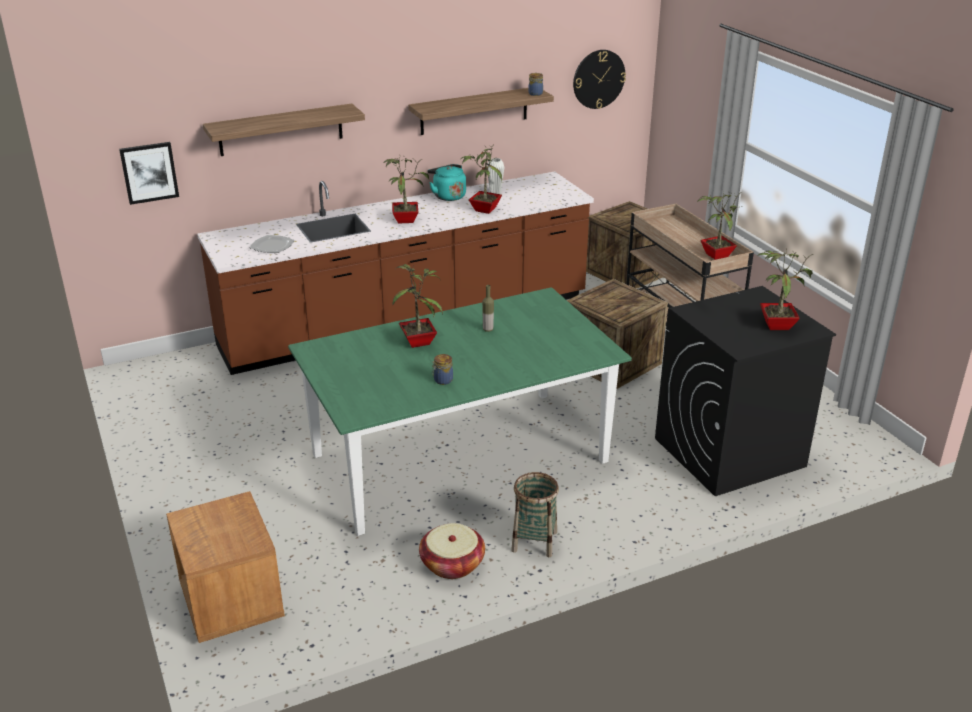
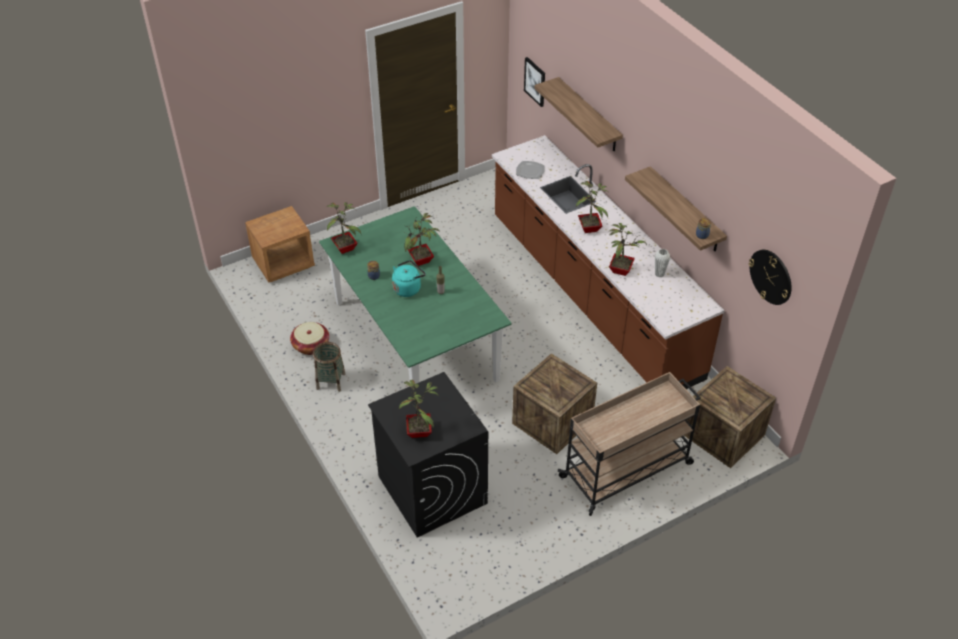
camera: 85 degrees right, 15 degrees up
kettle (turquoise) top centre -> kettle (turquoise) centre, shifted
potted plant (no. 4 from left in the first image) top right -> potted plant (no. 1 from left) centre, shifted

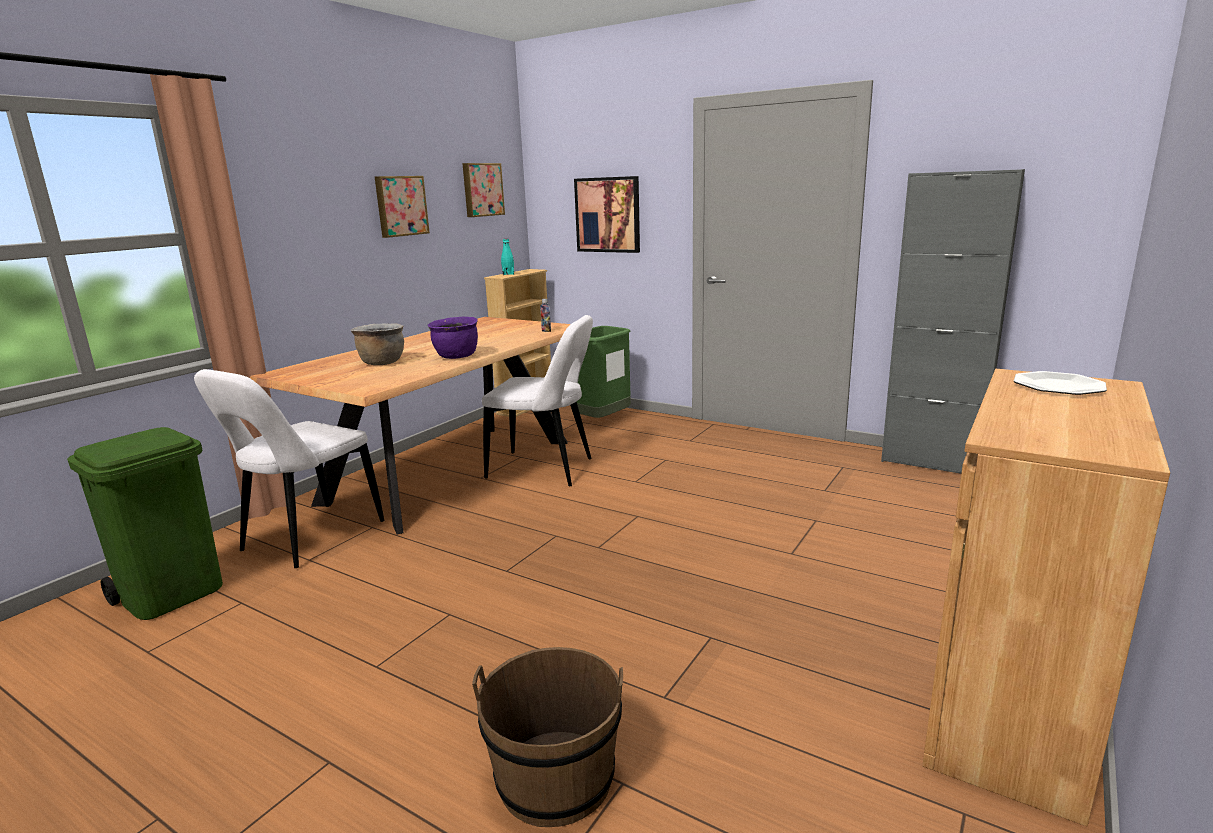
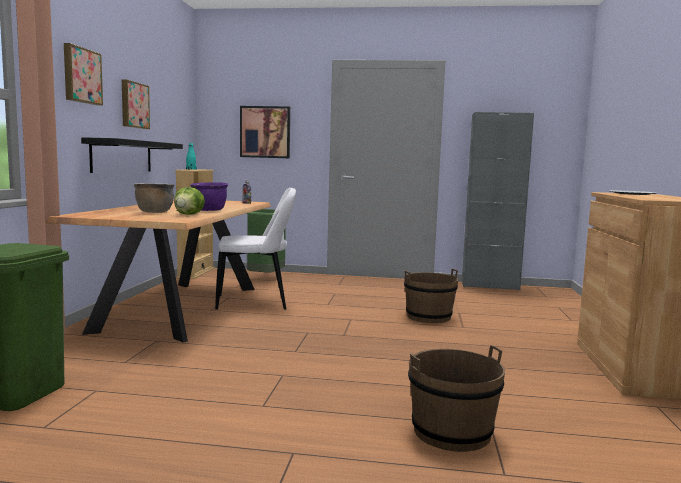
camera: 25 degrees left, 10 degrees down
chair (white) (no. 1 from left) middle left -> none
picture (no. 2 from left in the first image) top centre -> picture (no. 1 from left) top left, shifted
none -> shelf (black) top left
none -> lettuce middle left
none -> bucket (brown) (no. 1 from left) centre

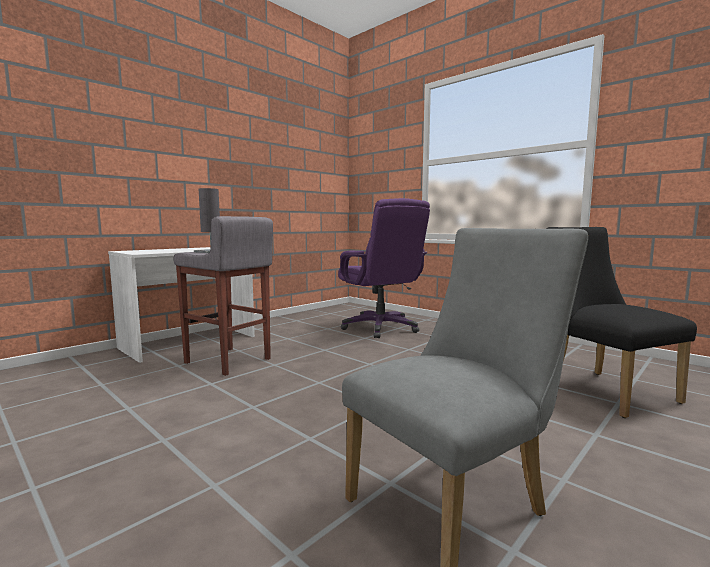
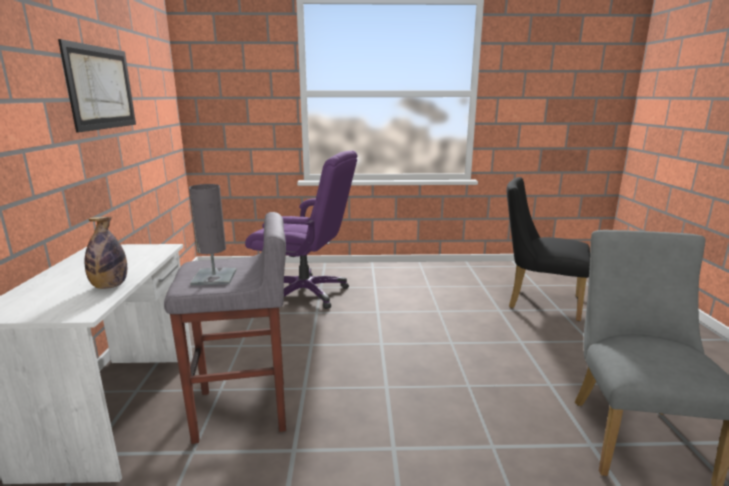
camera: 45 degrees left, 10 degrees up
none -> picture top left
none -> bottle middle left

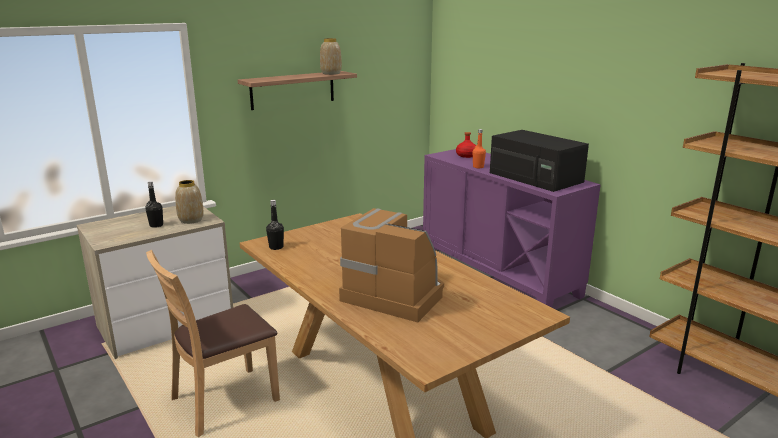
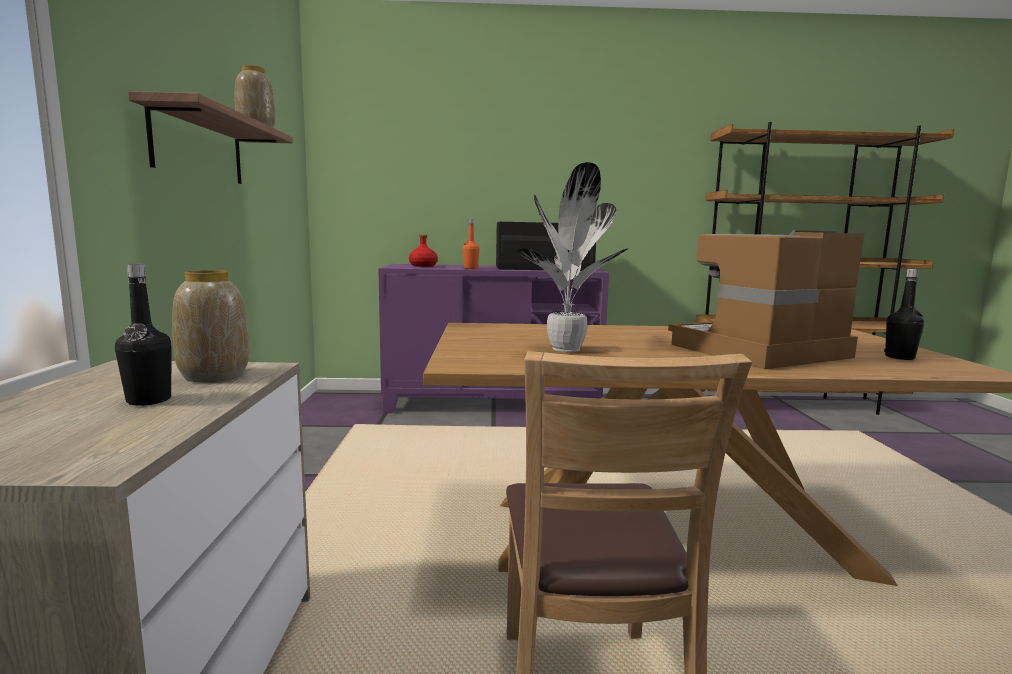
camera: 55 degrees left, 10 degrees down
bottle (black) (no. 2 from left) centre -> bottle (black) (no. 2 from left) middle right, shifted
none -> potted plant centre

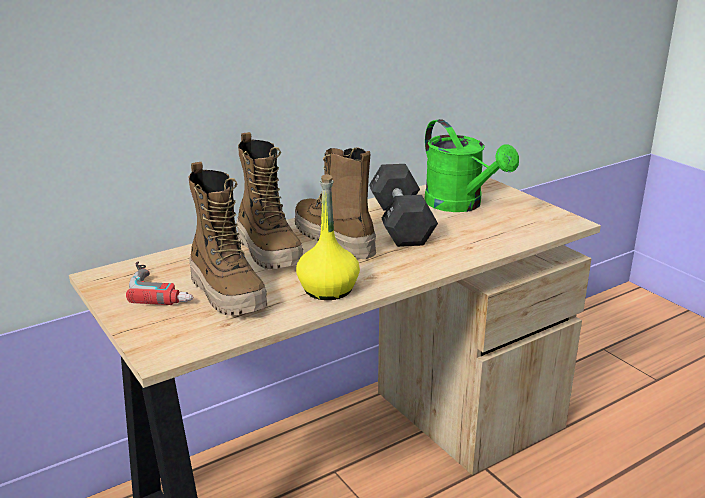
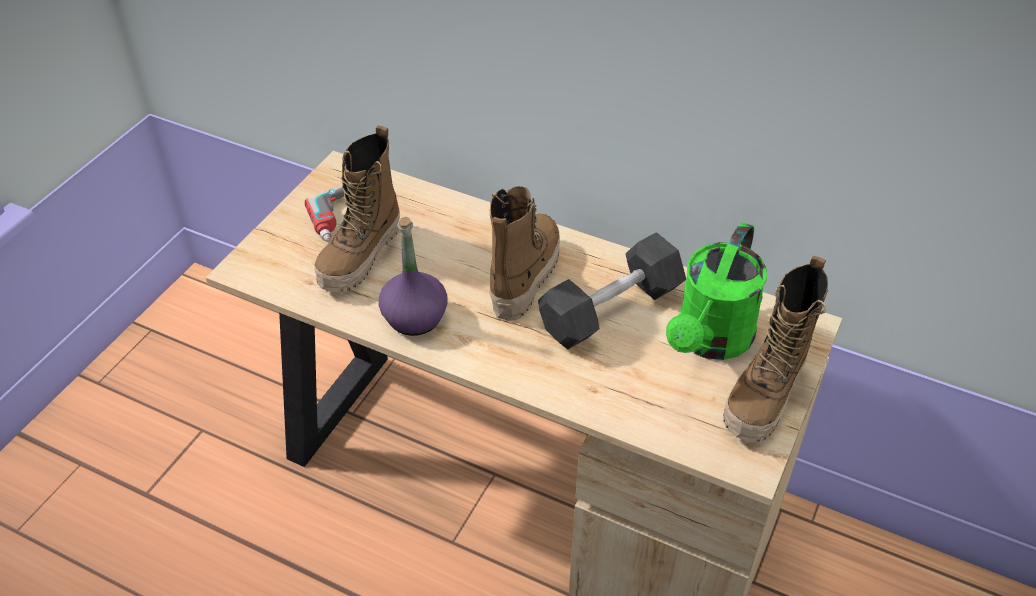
camera: 60 degrees right, 20 degrees up
boot (no. 2 from left in the first image) centre -> boot (no. 3 from left) middle right, shifted
bottle (yellow) centre -> bottle (purple) centre

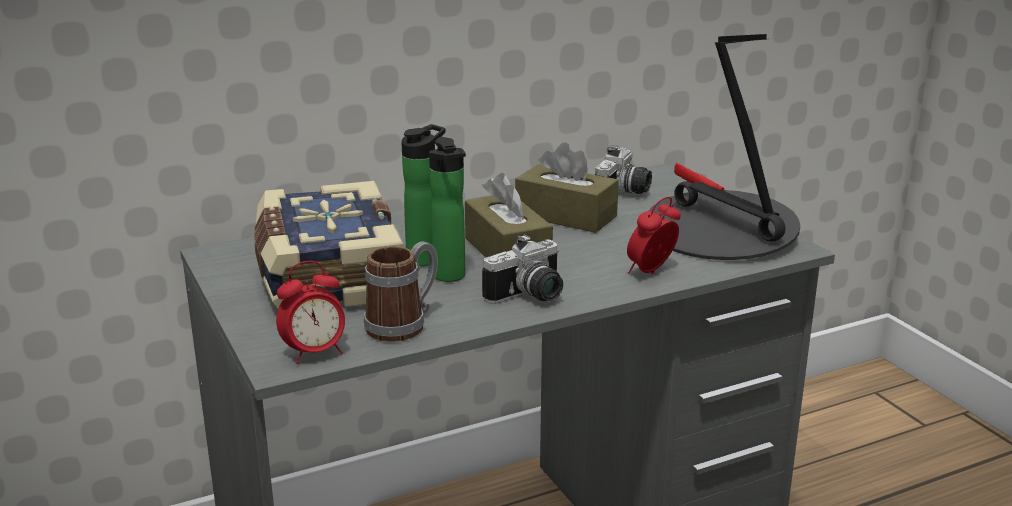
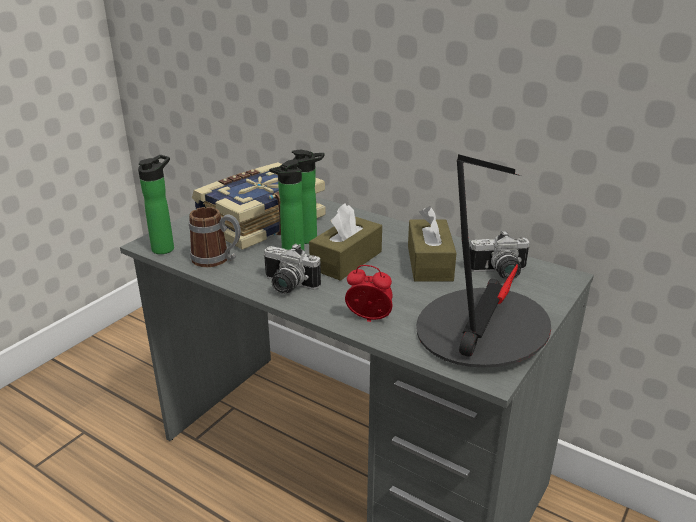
camera: 60 degrees right, 5 degrees up
alarm clock (no. 1 from left) middle left -> bottle (no. 1 from left) middle left

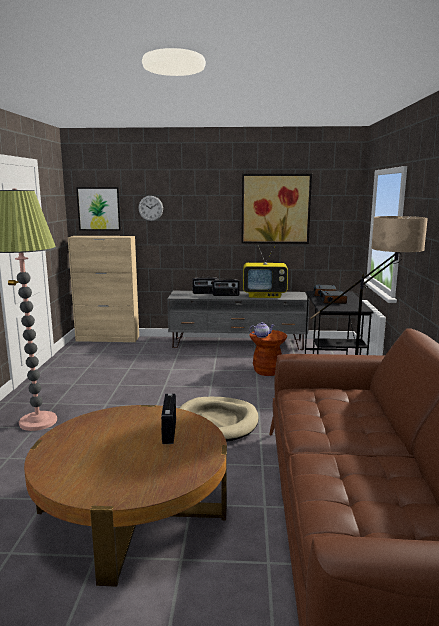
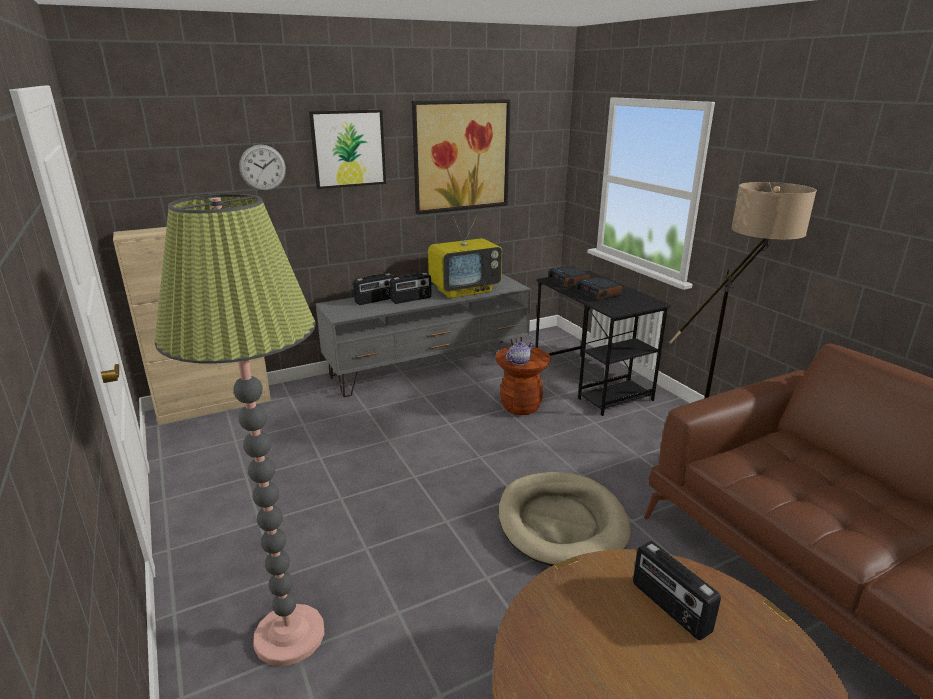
camera: 30 degrees left, 10 degrees up
picture (no. 1 from left) middle left -> picture (no. 1 from left) top centre, shifted

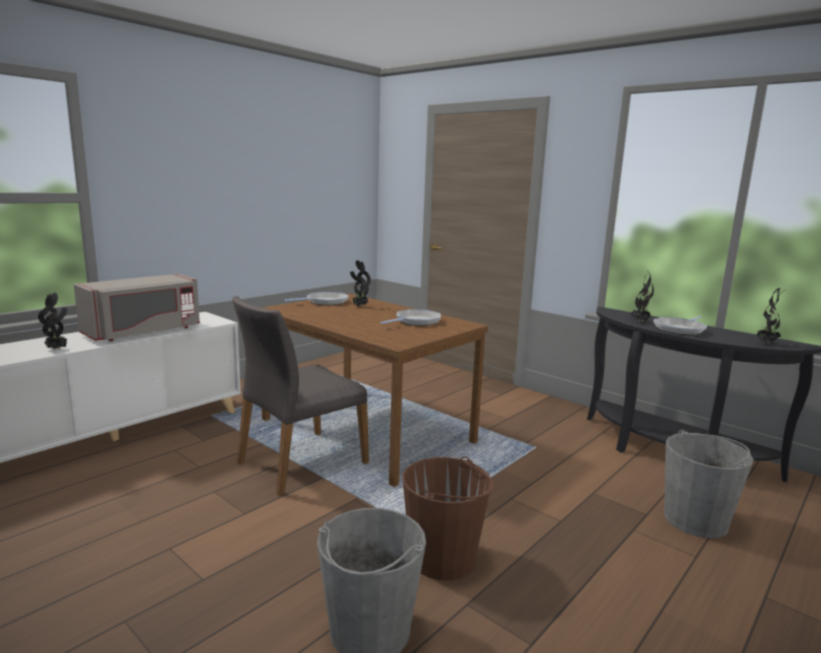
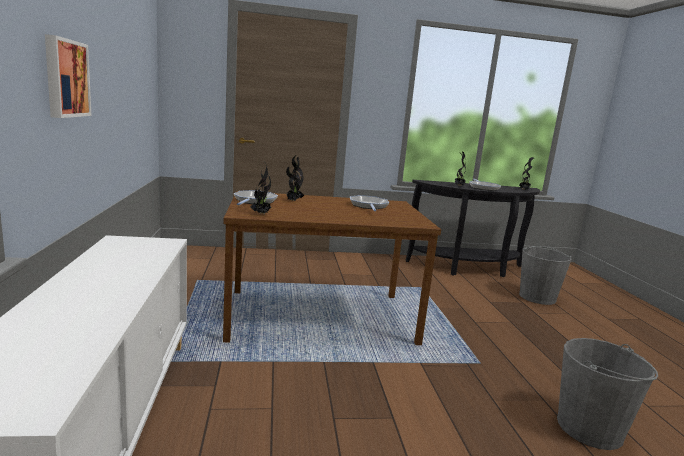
camera: 50 degrees left, 0 degrees up
potted plant (no. 1 from left) middle left -> potted plant (no. 1 from left) centre, shifted
microwave (grey) middle left -> none
chair (grey) centre -> none
bucket (brown) bottom centre -> none
none -> picture top left

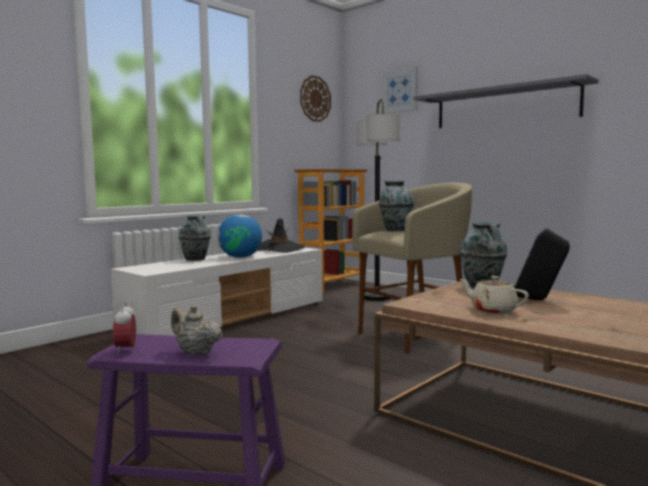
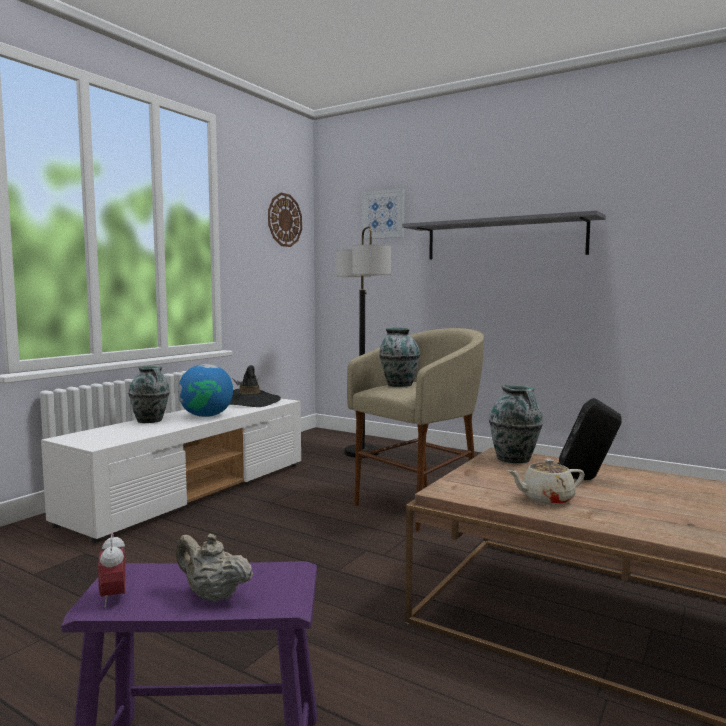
camera: 10 degrees left, 0 degrees up
bookcase centre -> none
teapot (beige) (no. 2 from left) middle right, 45 degrees counterclockwise

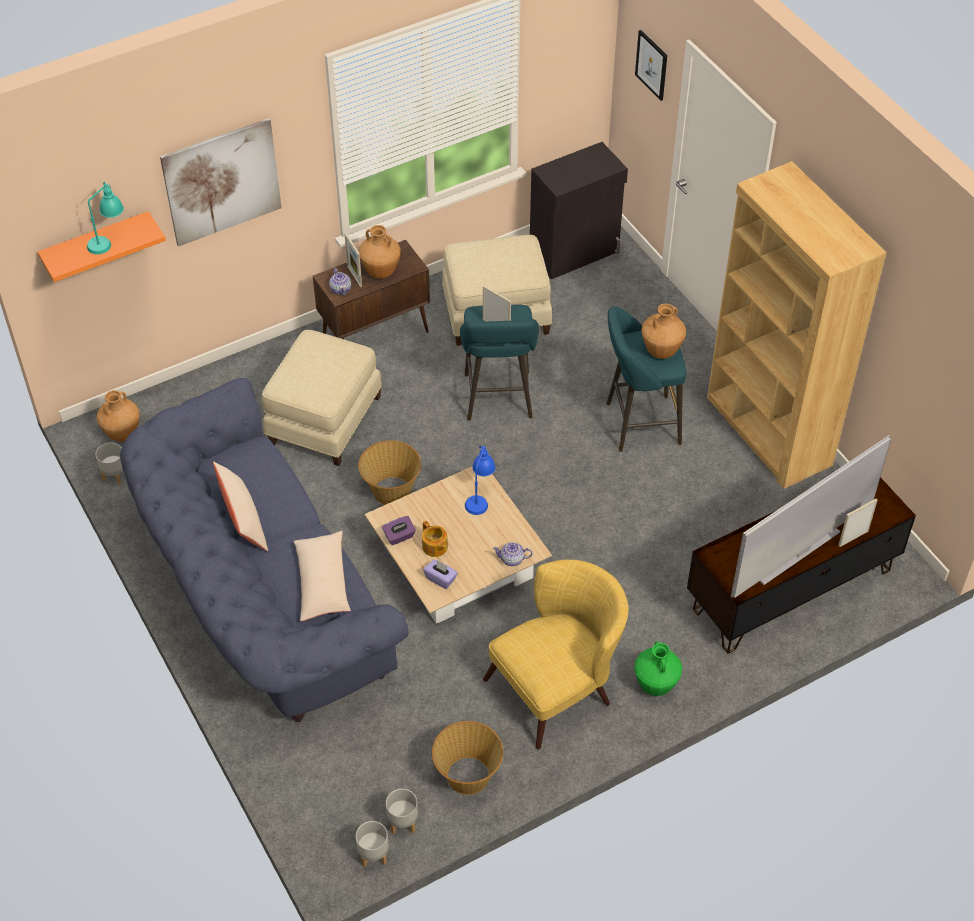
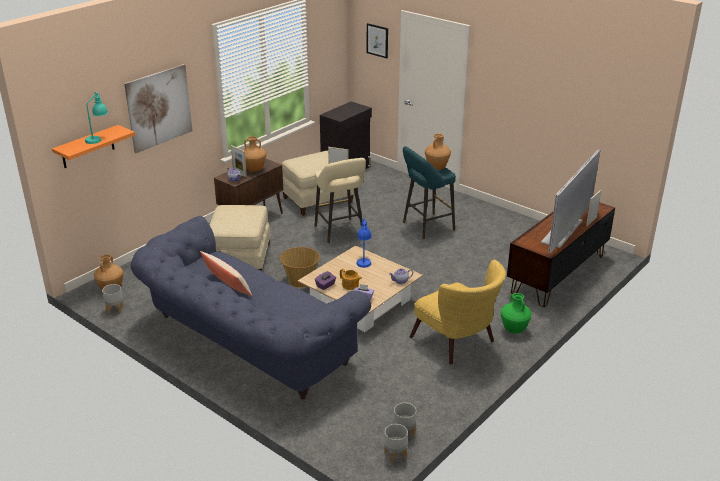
camera: 20 degrees left, 20 degrees down
pillow (beige) (no. 2 from left) middle left -> none
basket (no. 2 from left) bottom centre -> none
stool (turquoise) (no. 1 from left) centre -> stool (beige) centre
armchair (yellow) bottom centre -> armchair (yellow) centre, 105 degrees clockwise
bookcase (brown) middle right -> none

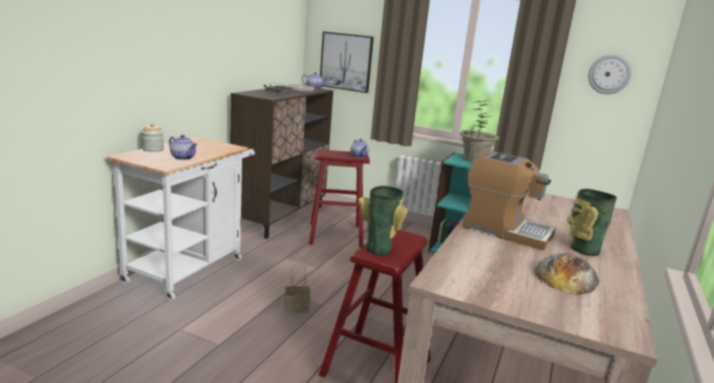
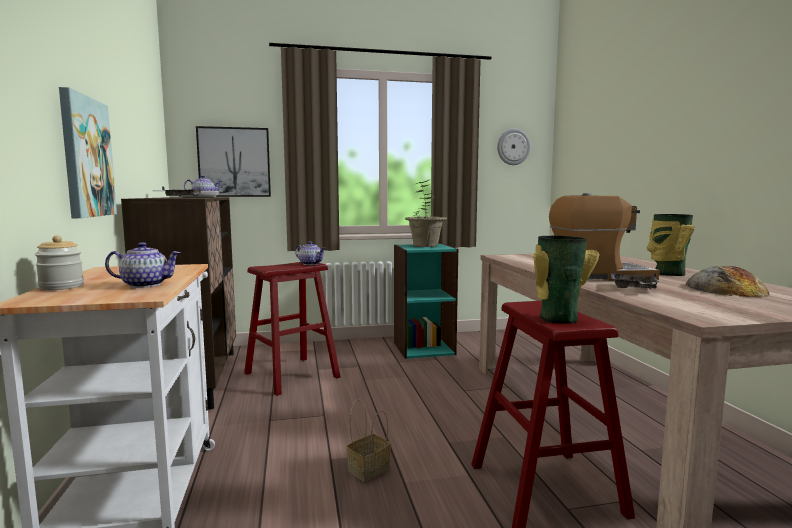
camera: 35 degrees left, 10 degrees down
none -> picture (no. 1 from left) top left
none -> tray (grey) (no. 2 from left) middle right

